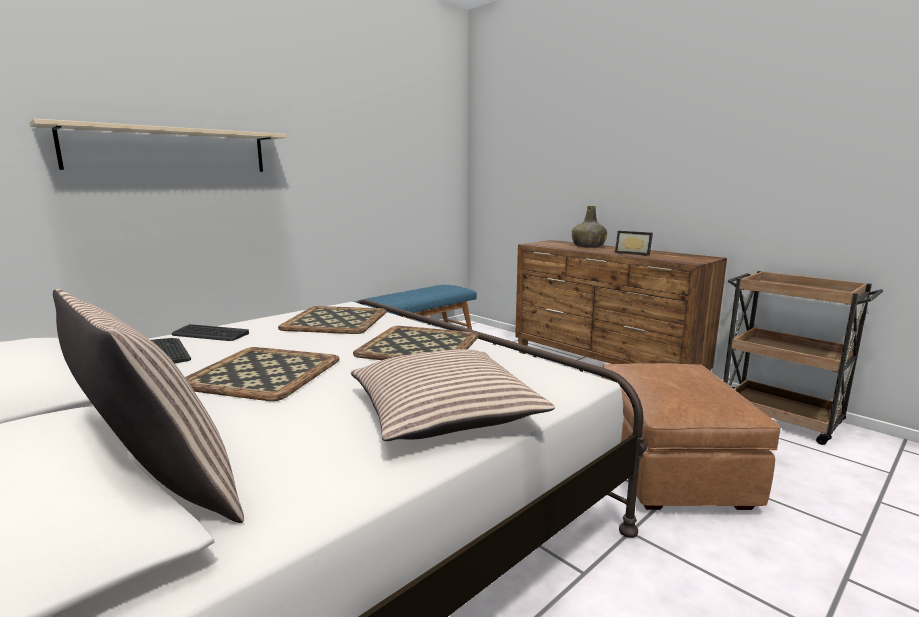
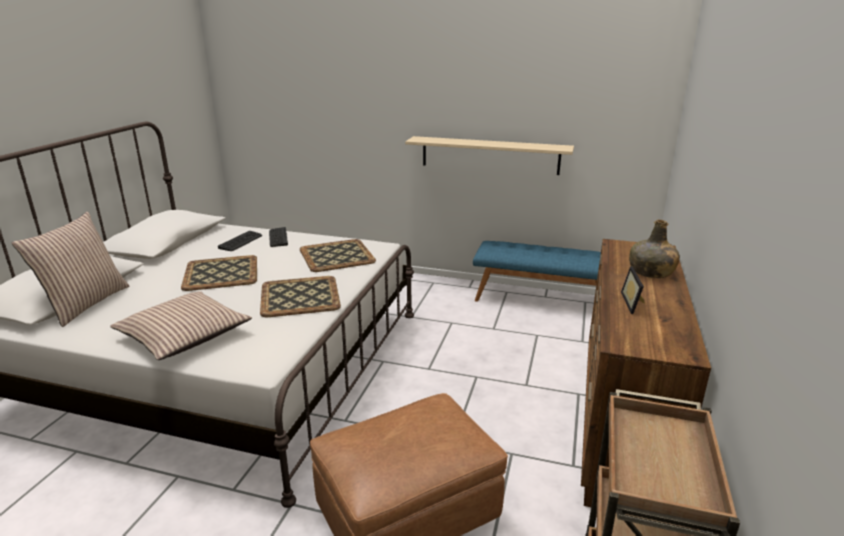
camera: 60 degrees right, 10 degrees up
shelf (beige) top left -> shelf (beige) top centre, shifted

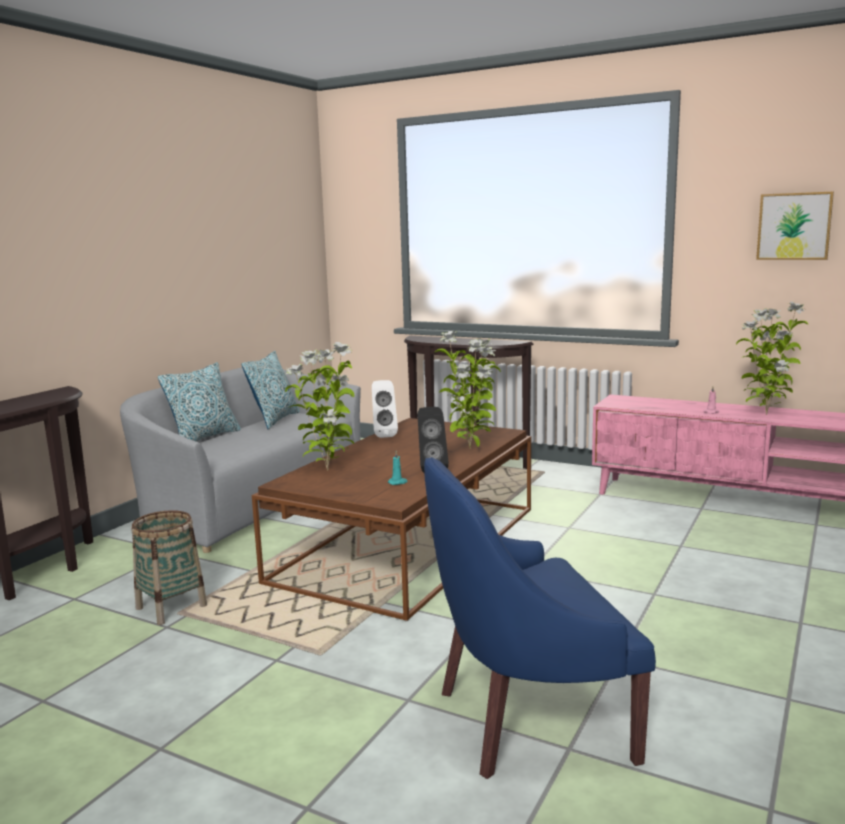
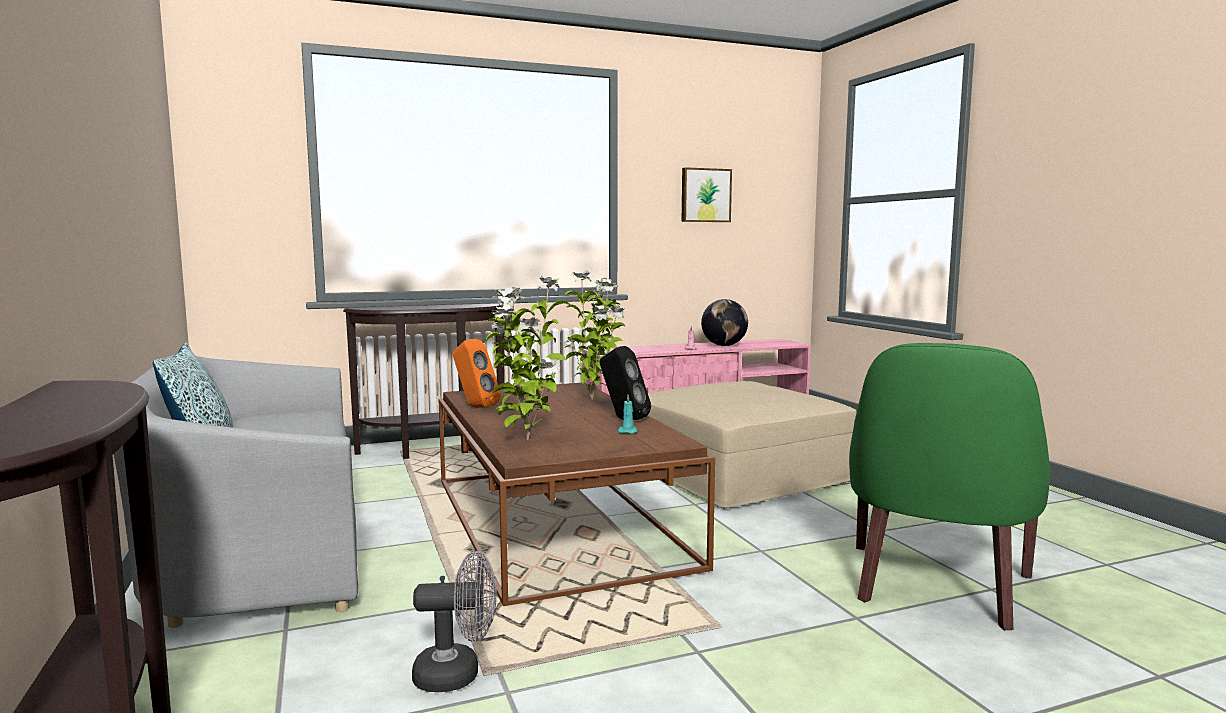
camera: 50 degrees left, 5 degrees down
basket bottom left -> fan (grey) bottom centre
pillow (no. 2 from left) middle left -> none
speaker (white) centre -> speaker (orange) centre
armchair (blue) bottom centre -> armchair (green) bottom right
potted plant (no. 3 from left) middle right -> globe centre
none -> ottoman (beige) centre

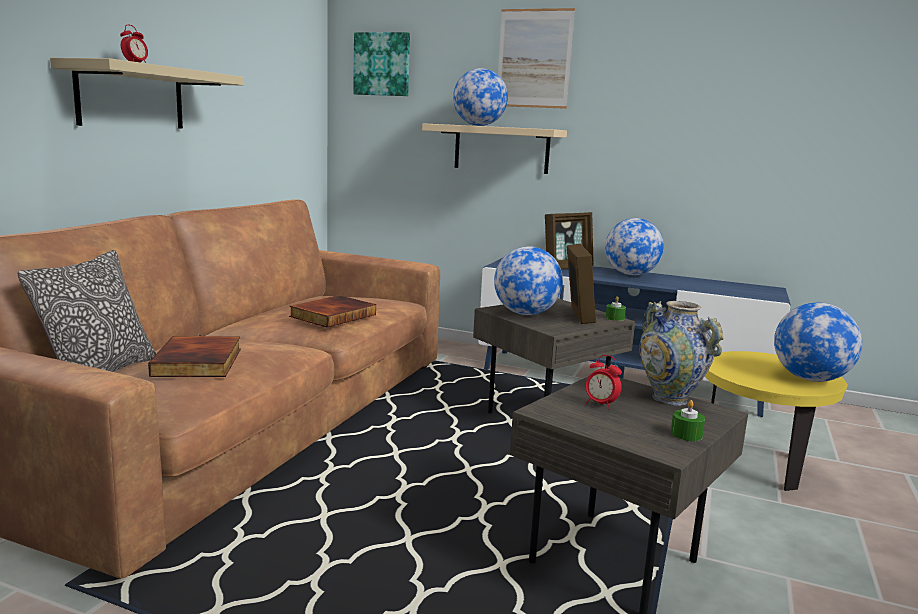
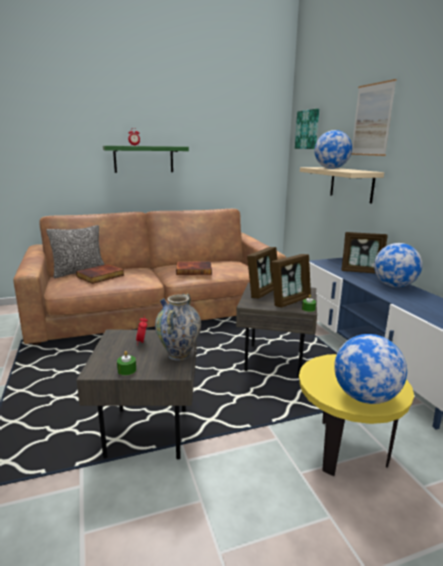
camera: 50 degrees right, 5 degrees up
shelf (beige) (no. 1 from left) top left -> shelf (green) top left
globe (no. 2 from left) centre -> picture frame (no. 1 from left) centre

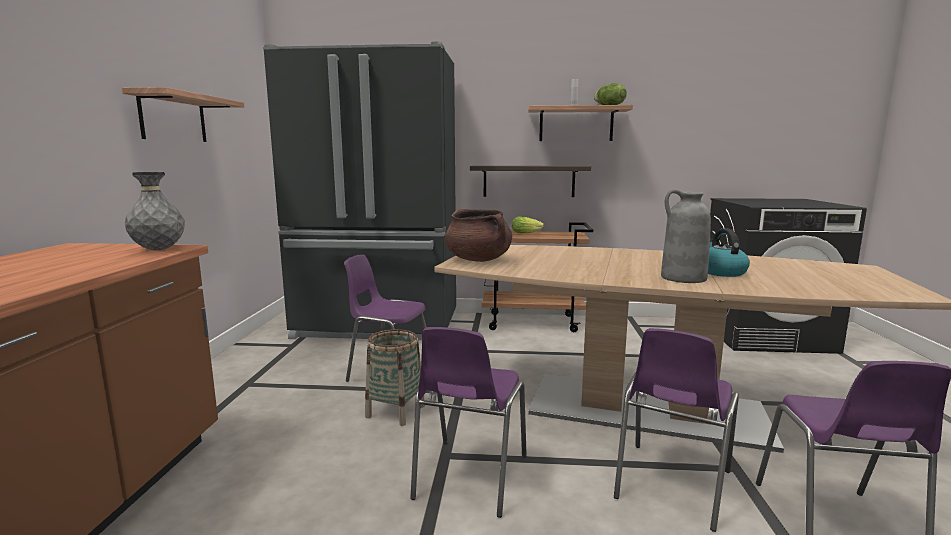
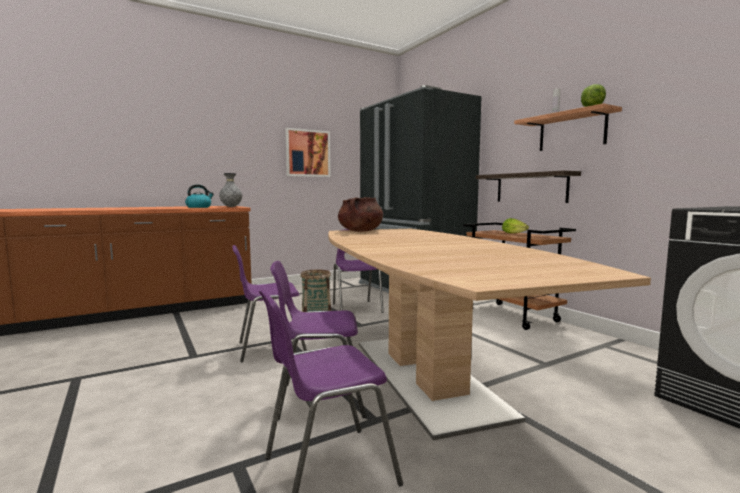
camera: 55 degrees right, 5 degrees down
shelf (no. 1 from left) top left -> picture top centre
vase (grey) (no. 2 from left) middle right -> none
kettle middle right -> kettle middle left, shifted

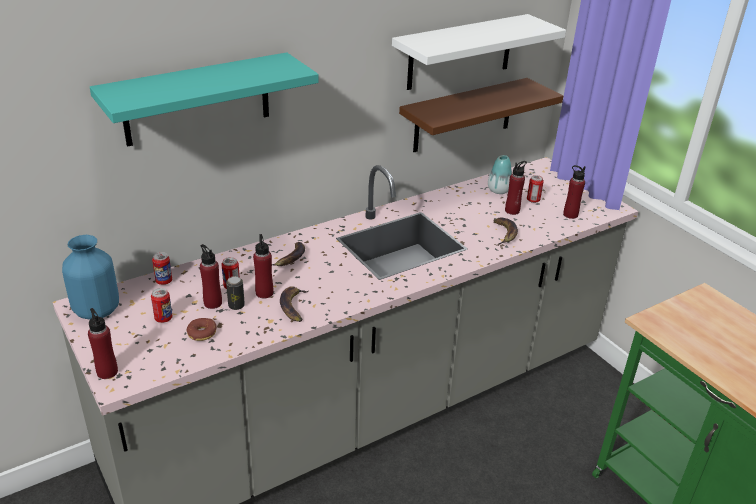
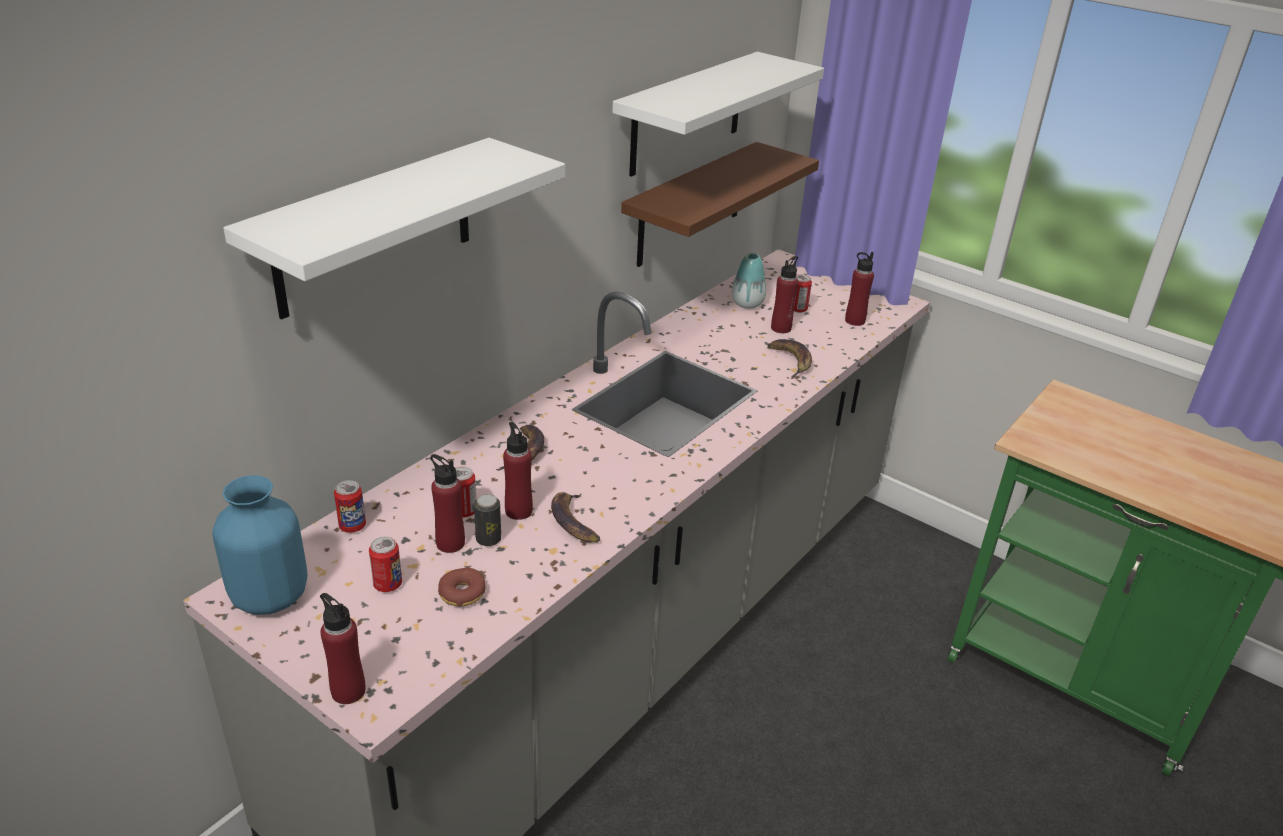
camera: 20 degrees left, 0 degrees up
shelf (turquoise) top left -> shelf (white) (no. 1 from left) top left

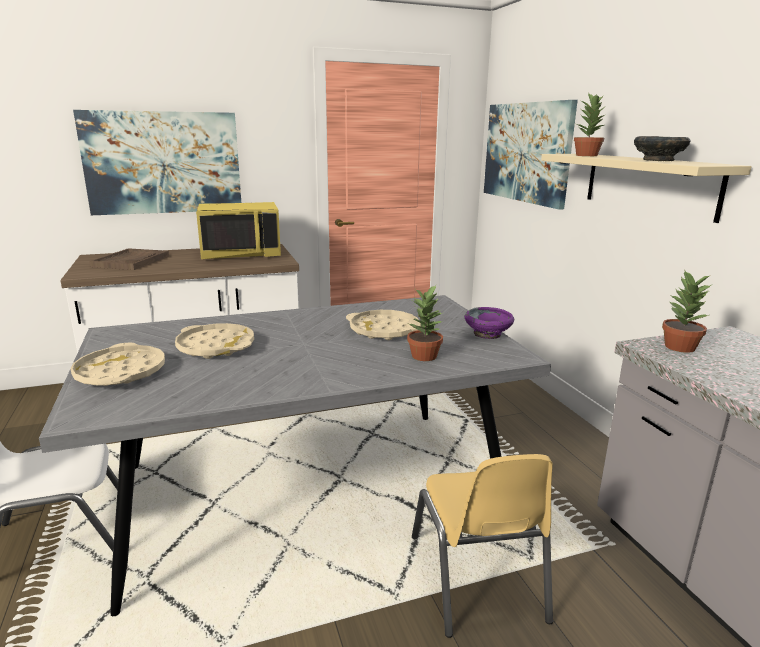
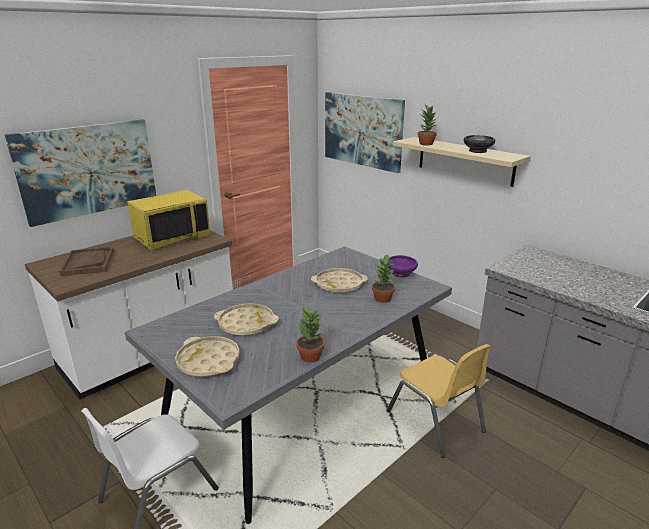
camera: 25 degrees left, 5 degrees up
potted plant (no. 3 from left in the first image) middle right -> potted plant (no. 1 from left) centre, shifted

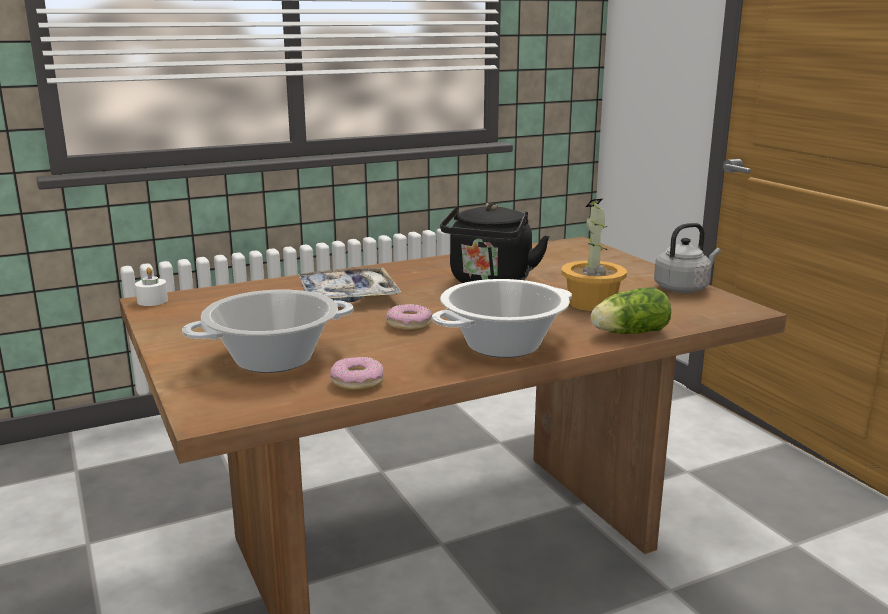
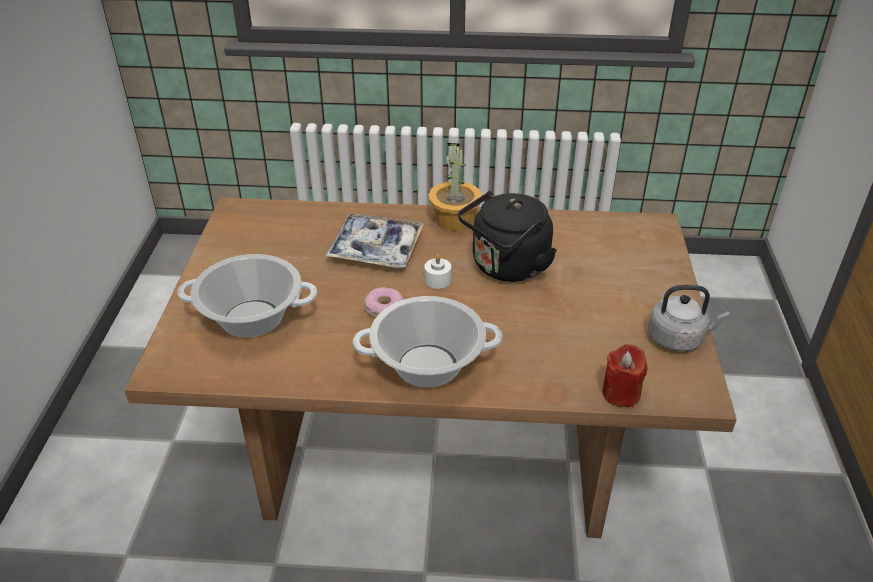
camera: 30 degrees right, 20 degrees up
candle (white) middle left -> candle (white) centre, shifted
donut (no. 1 from left) centre -> none
potted plant middle right -> potted plant top centre, shifted
lettuce middle right -> none
none -> candle (red) middle right

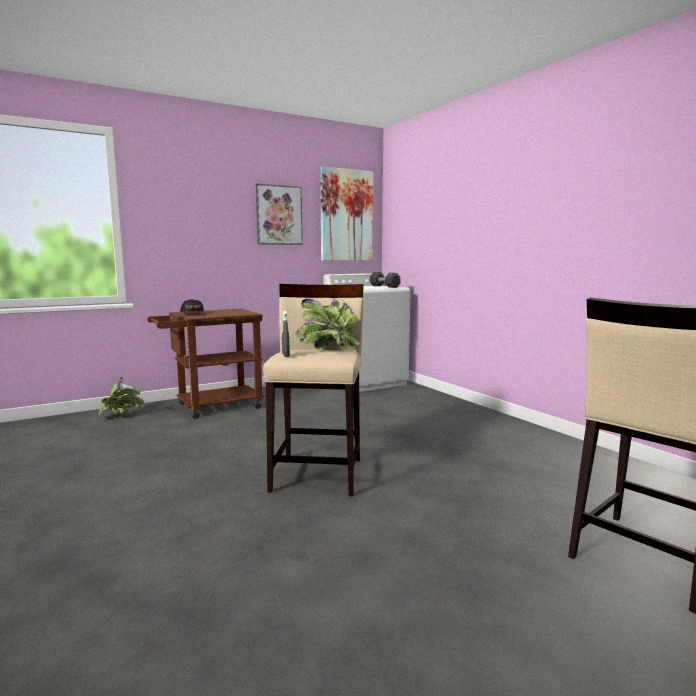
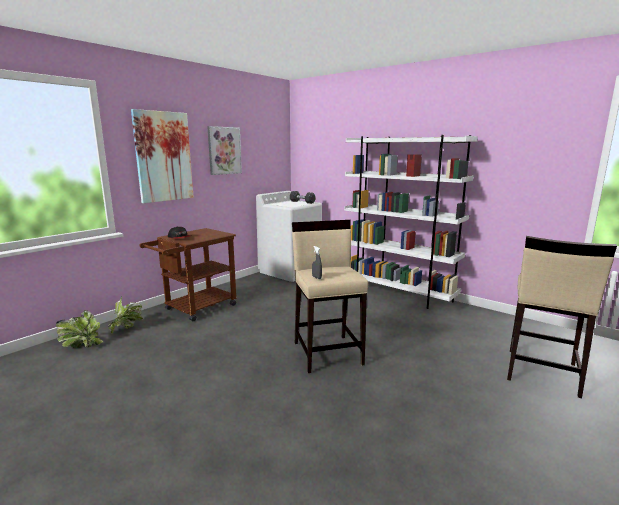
camera: 20 degrees left, 5 degrees up
potted plant (no. 2 from left in the first image) centre -> potted plant (no. 1 from left) middle left, shifted
picture (no. 2 from left in the first image) top centre -> picture (no. 1 from left) top left, shifted
none -> bookcase (white) centre

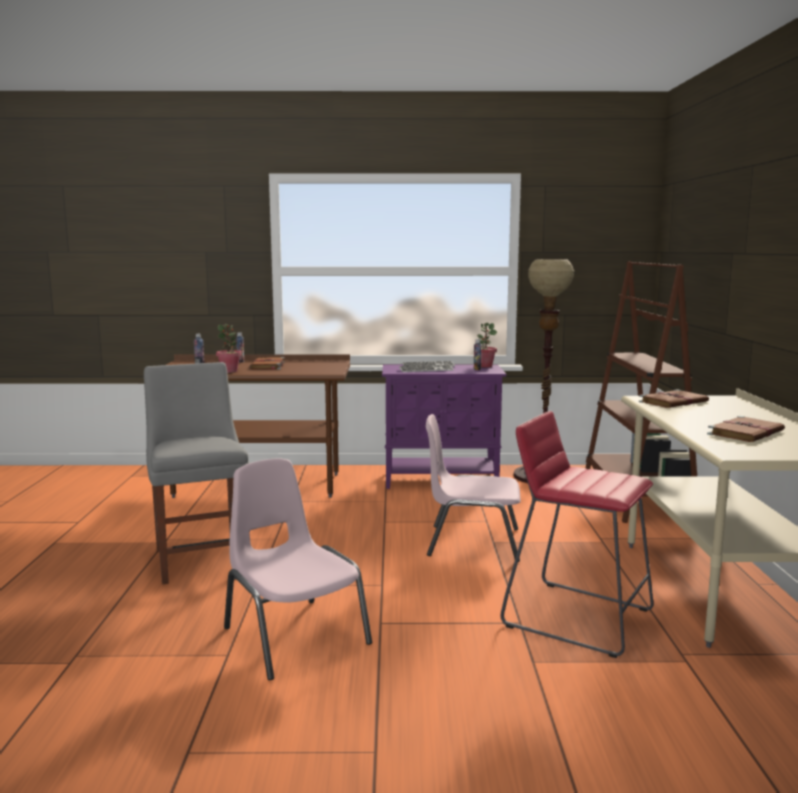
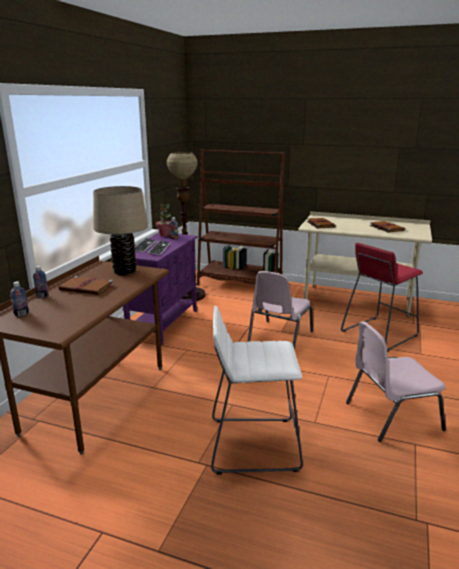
camera: 70 degrees left, 10 degrees up
chair (grey) middle left -> stool (white) bottom centre
potted plant (no. 1 from left) middle left -> none
none -> table lamp (beige) middle left

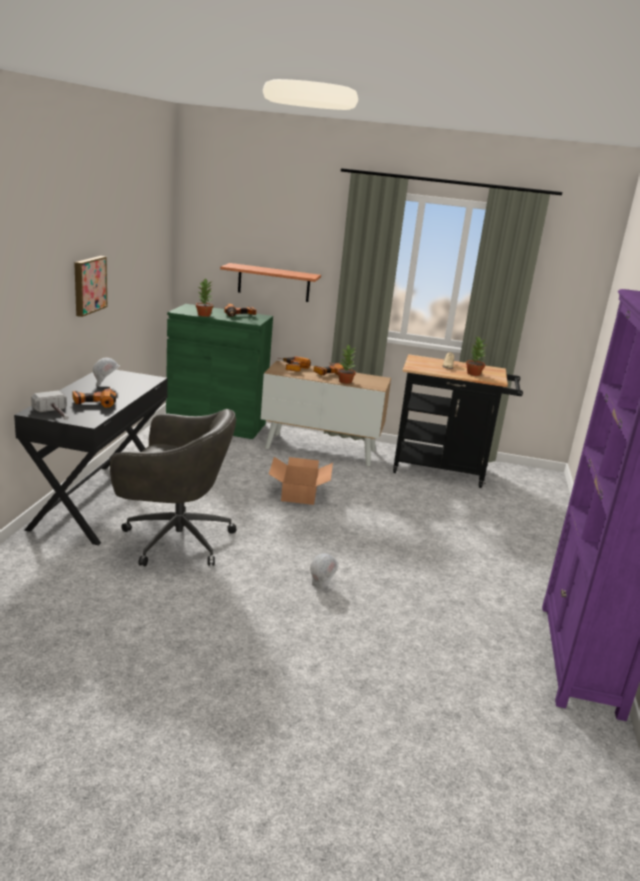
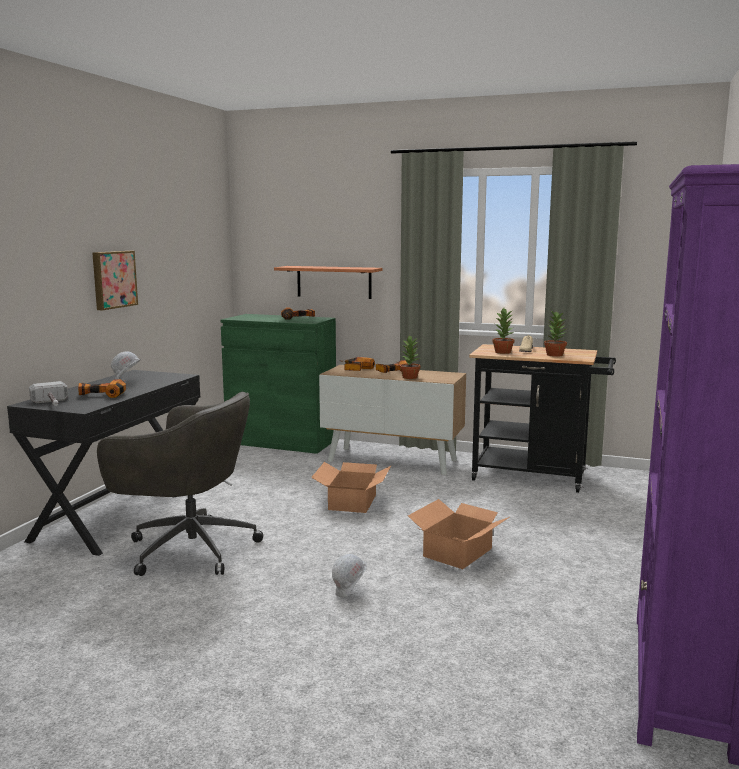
camera: 10 degrees right, 10 degrees down
potted plant (no. 1 from left in the first image) middle left -> potted plant (no. 2 from left) middle right, shifted
none -> cardboard box (no. 2 from left) bottom centre

